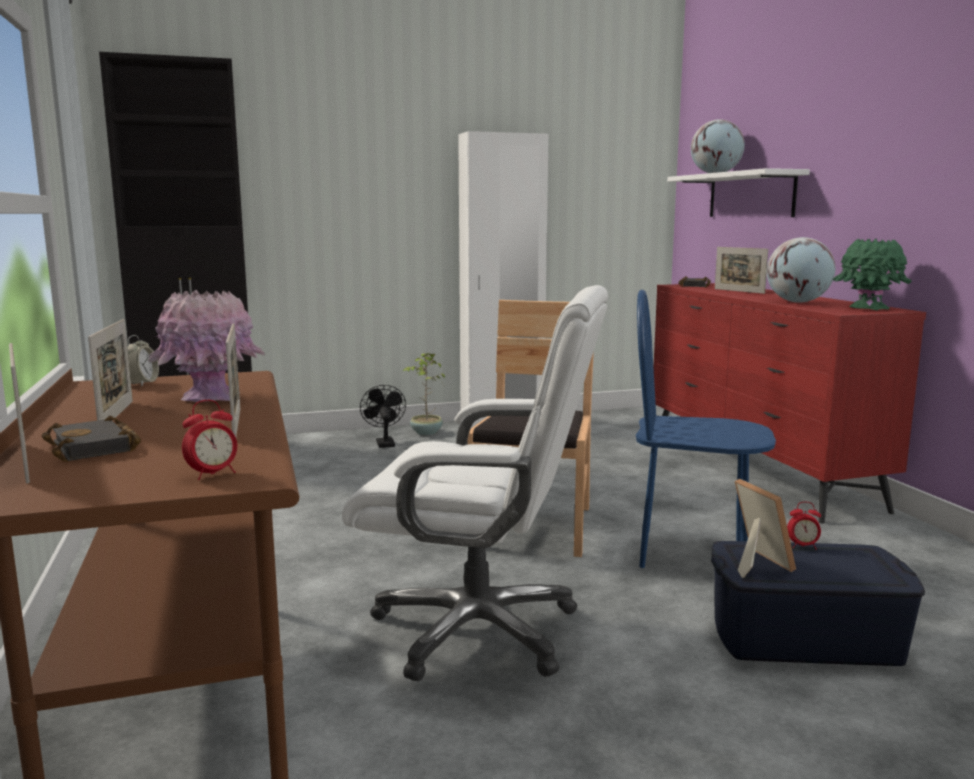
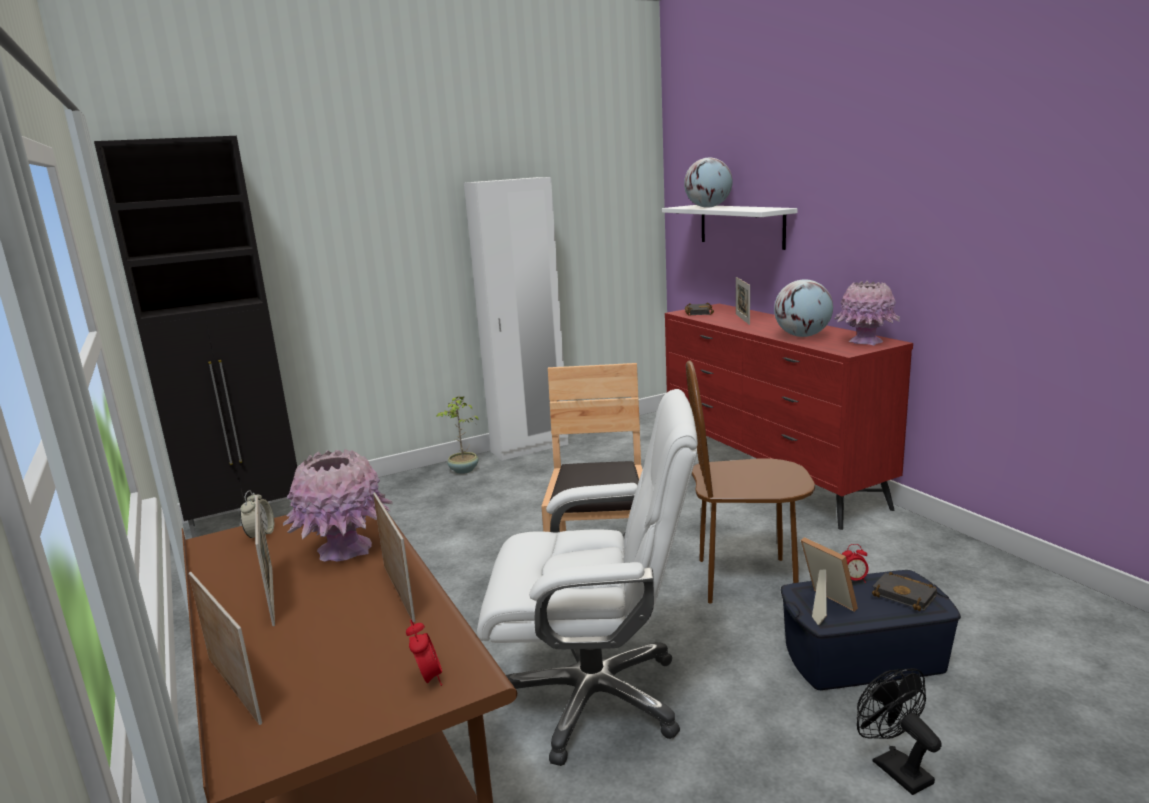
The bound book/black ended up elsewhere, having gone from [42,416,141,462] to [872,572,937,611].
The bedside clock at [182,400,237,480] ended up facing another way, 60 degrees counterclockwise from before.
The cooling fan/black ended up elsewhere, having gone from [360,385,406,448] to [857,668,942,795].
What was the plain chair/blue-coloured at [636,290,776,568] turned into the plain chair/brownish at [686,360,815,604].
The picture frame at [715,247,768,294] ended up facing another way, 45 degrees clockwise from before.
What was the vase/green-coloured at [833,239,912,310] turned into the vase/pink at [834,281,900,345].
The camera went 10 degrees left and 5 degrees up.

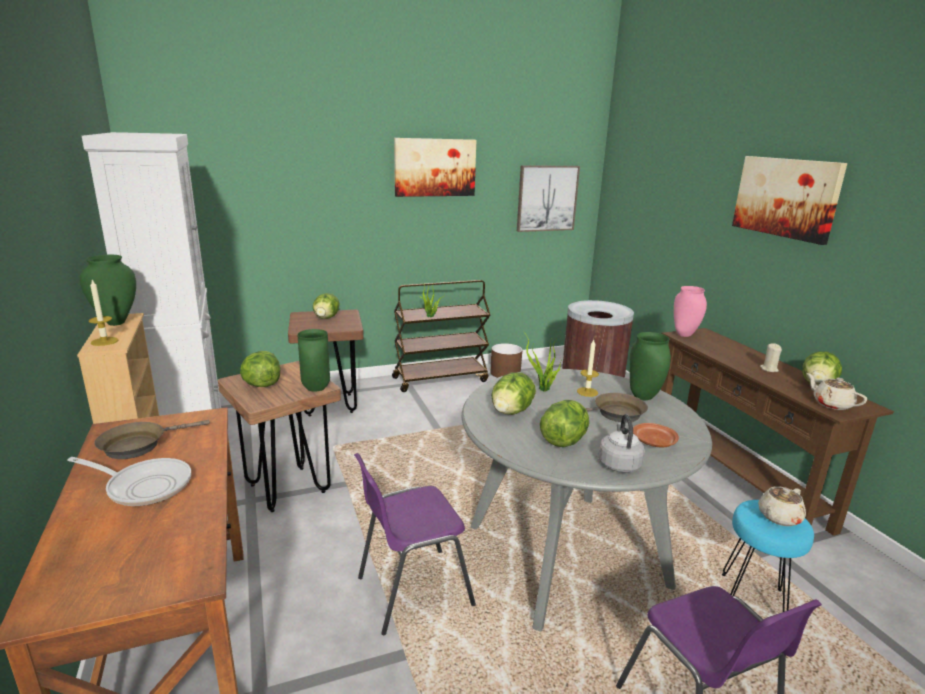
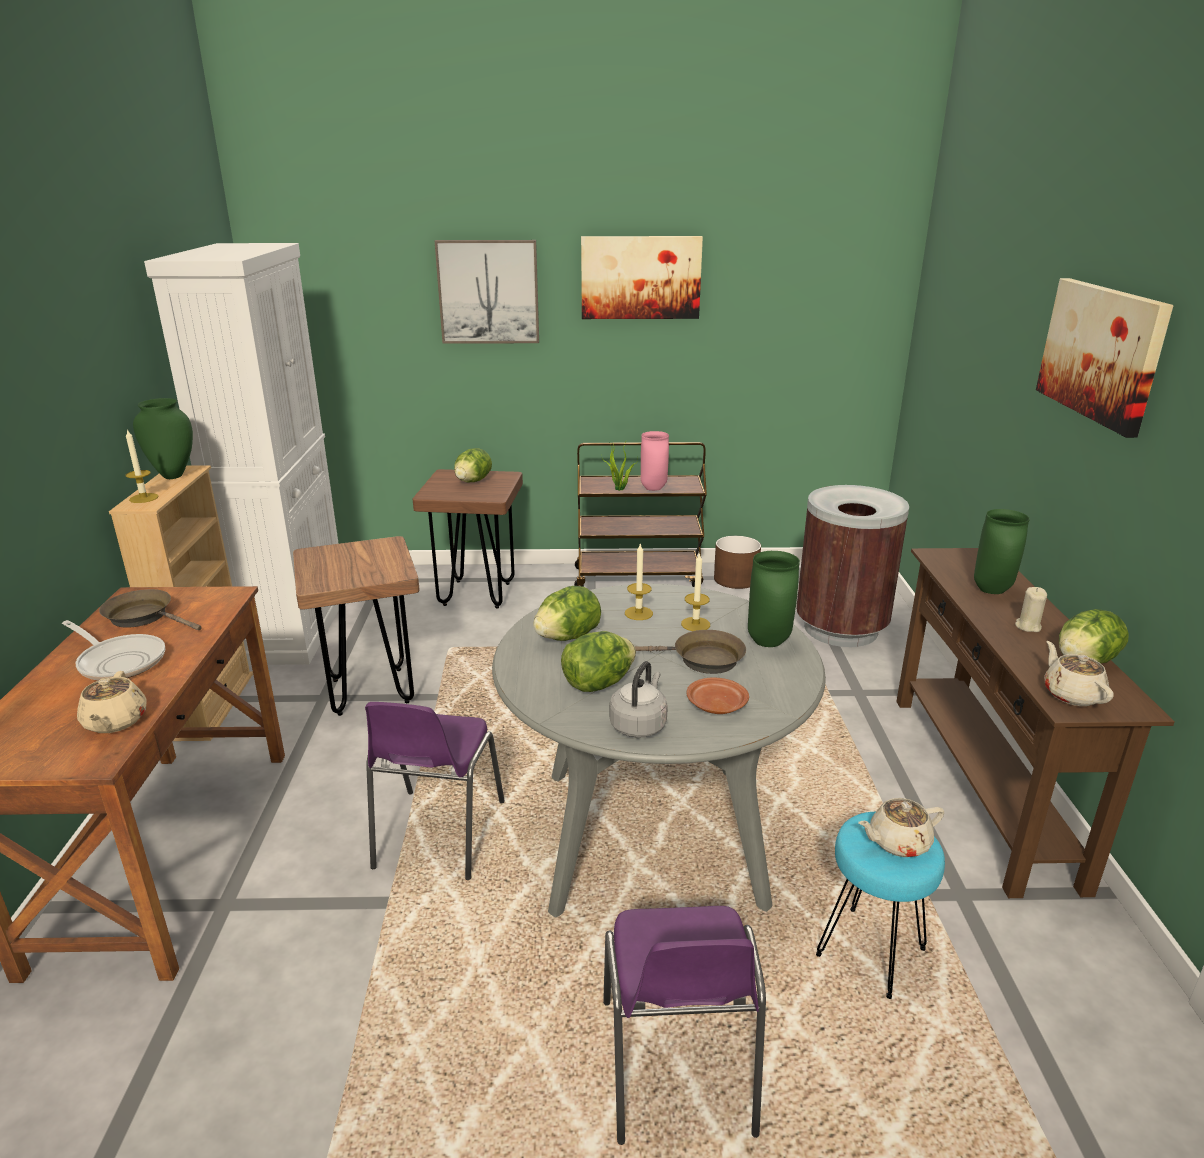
The skillet/brownish at [94,420,210,459] ended up facing another way, 45 degrees clockwise from before.
The second view lost the lettuce head at [240,351,280,387].
The vase/green-coloured ended up elsewhere, having gone from [297,329,330,392] to [974,509,1029,594].
The plain chair/purplish at [354,453,476,635] ended up facing another way, 75 degrees counterclockwise from before.
The wall art ended up elsewhere, having gone from [517,165,580,232] to [435,240,539,344].
Where the houseplant stood at [523,331,561,392], the wax candle came to stand at [625,543,653,620].
The vase/pink ended up elsewhere, having gone from [674,286,707,337] to [641,431,669,491].
The second view gained the pot for tea/beige at [77,671,147,733].
The camera went 20 degrees right and 5 degrees up.

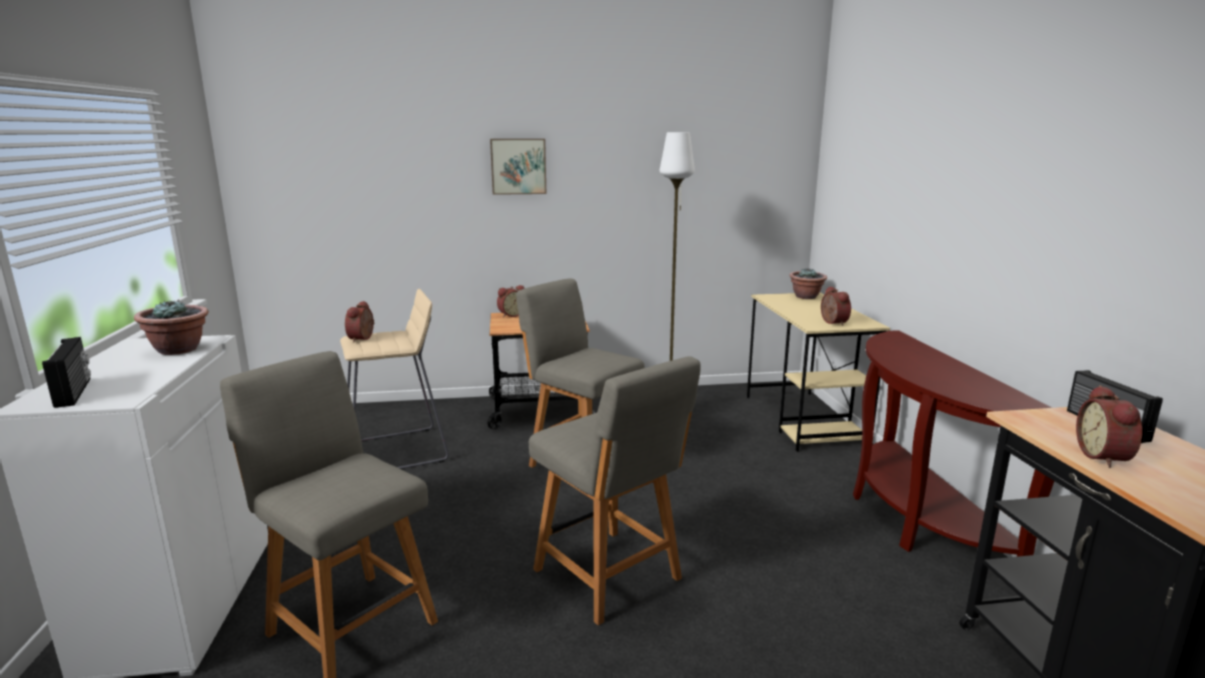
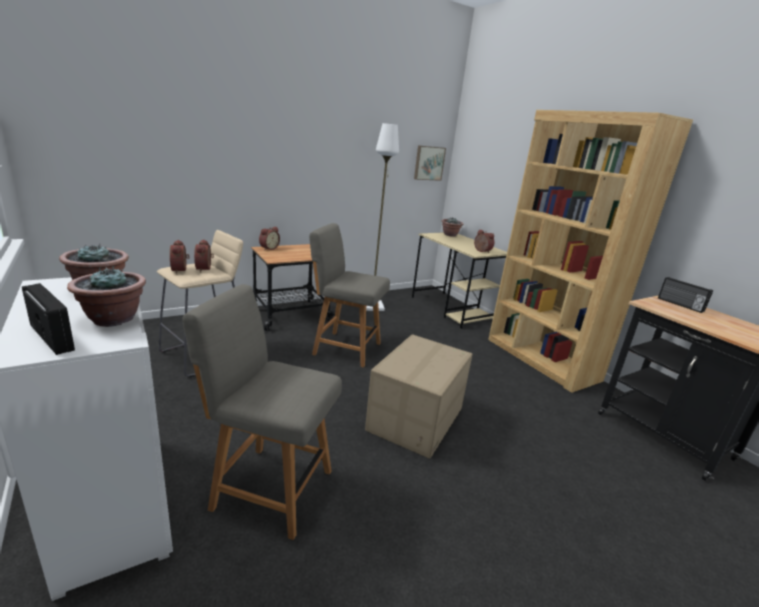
The wall art ended up elsewhere, having gone from [490,139,546,195] to [414,145,446,181].
Where the plain chair/grey stood at [529,356,701,625], the cardboard box came to stand at [365,334,473,459].
Where the narrow table/brownish stood at [853,330,1054,557], the bookshelf/brownish came to stand at [488,110,693,393].
The bedside clock ended up elsewhere, having gone from [1076,385,1142,468] to [194,239,214,272].
The second view gained the houseplant at [67,266,146,327].
The camera went 25 degrees left and 5 degrees up.

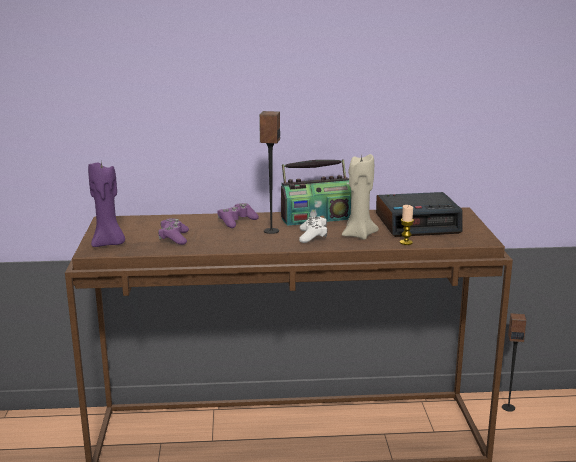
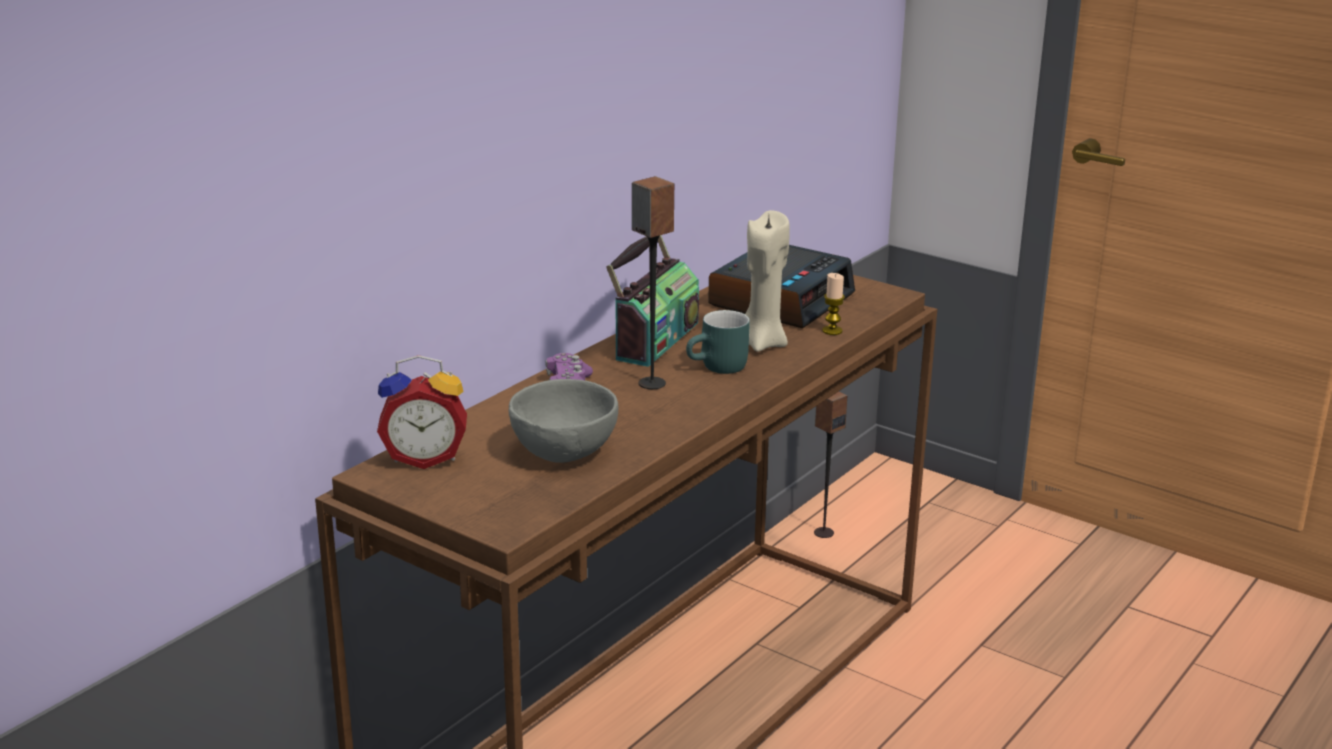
The second view lost the wax candle/purplish at [88,162,125,247].
Where the gamepad/purplish stood at [158,218,189,245], the bowl/grey came to stand at [509,379,618,463].
Where the gamepad/white stood at [299,216,328,243], the coffee mug/turquoise came to stand at [686,310,750,374].
The second view gained the bedside clock at [377,355,467,469].
The camera went 50 degrees left and 5 degrees up.

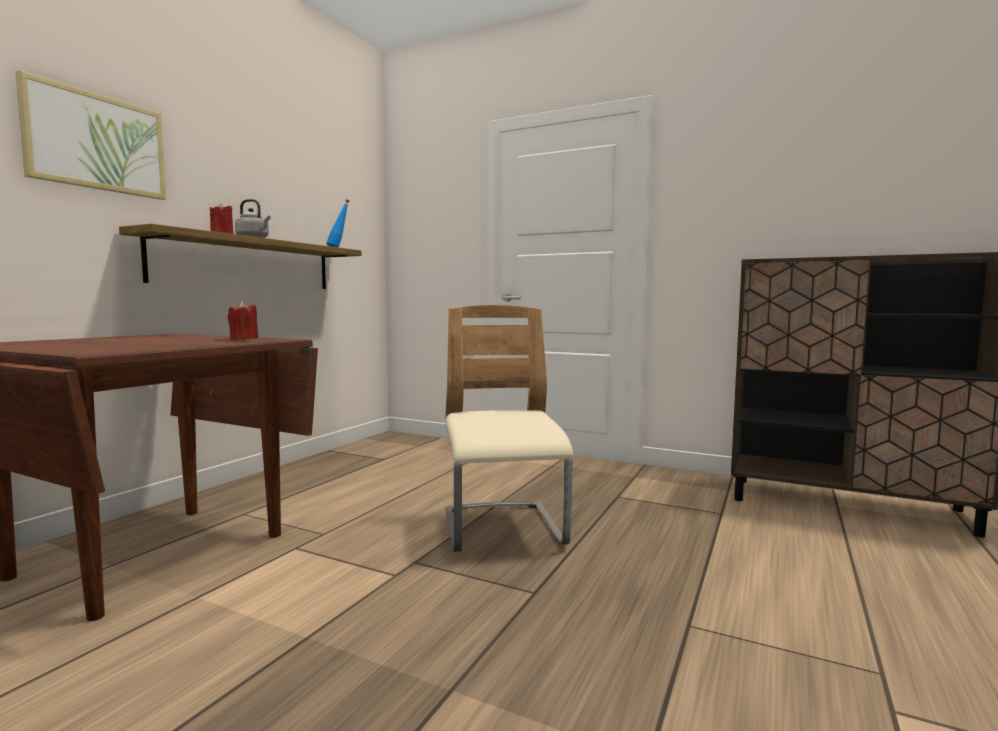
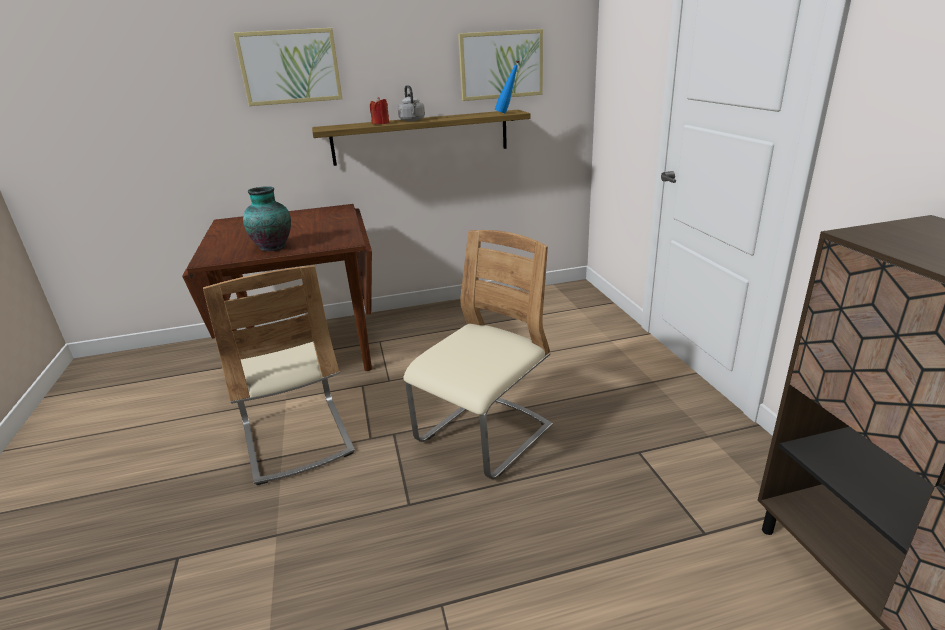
The second view lost the wax candle/red at [228,301,258,340].
The second view gained the plain chair/beige at [203,265,355,485].
The second view gained the vase at [243,186,291,251].
The second view gained the wall art at [458,29,543,101].
The camera went 50 degrees right and 20 degrees up.

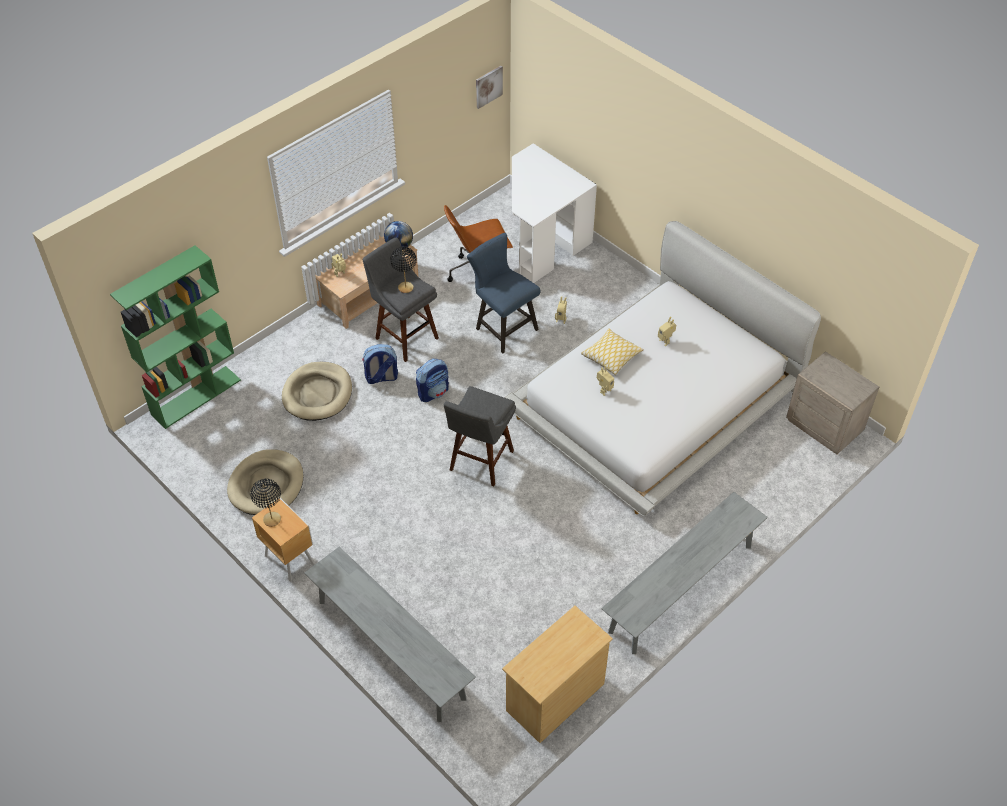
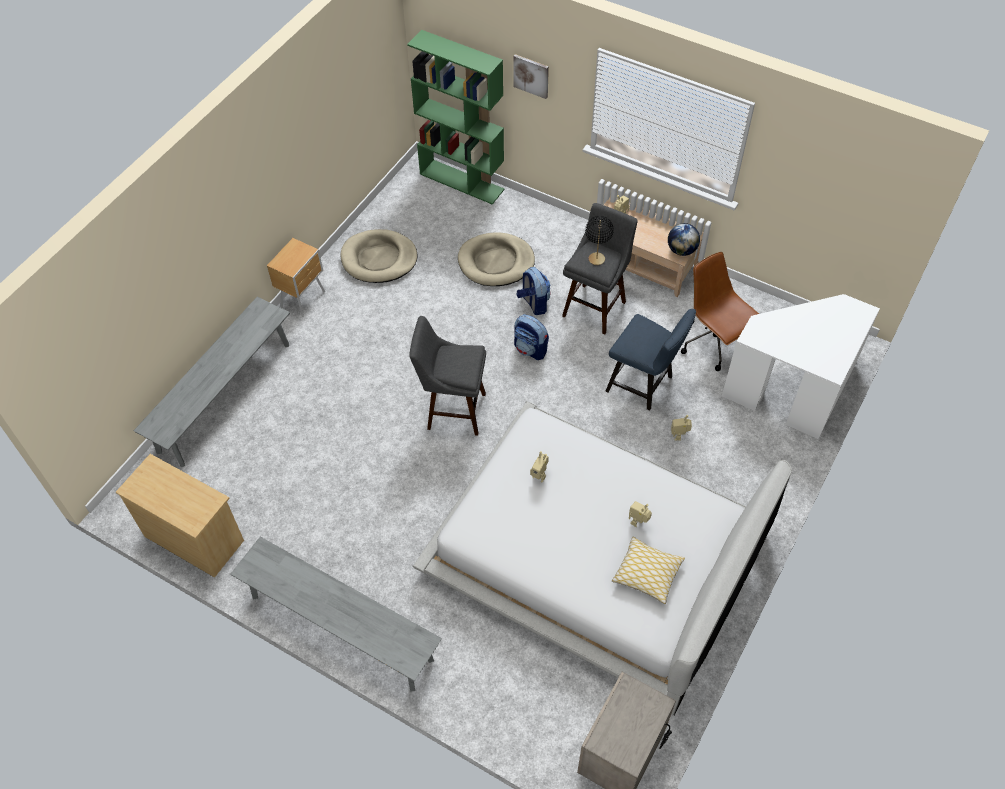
The second view lost the tabletop lamp/black at [250,479,281,527].
The plain chair/blue-coloured at [467,233,540,354] ended up facing another way, 90 degrees clockwise from before.
The wall art ended up elsewhere, having gone from [476,65,503,109] to [513,54,549,99].
The pillow ended up elsewhere, having gone from [581,328,644,375] to [612,537,685,604].
The camera went 75 degrees right and 5 degrees up.

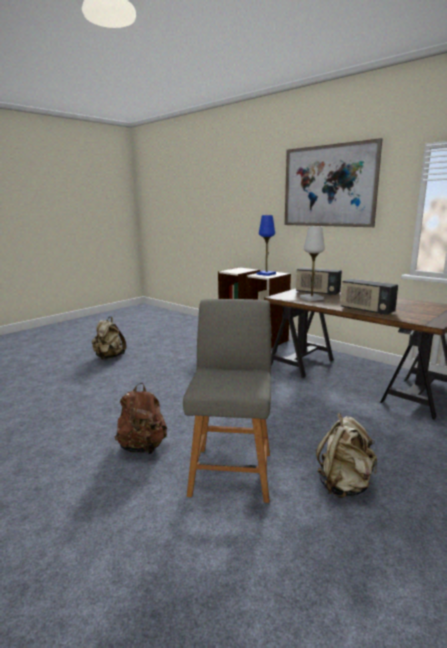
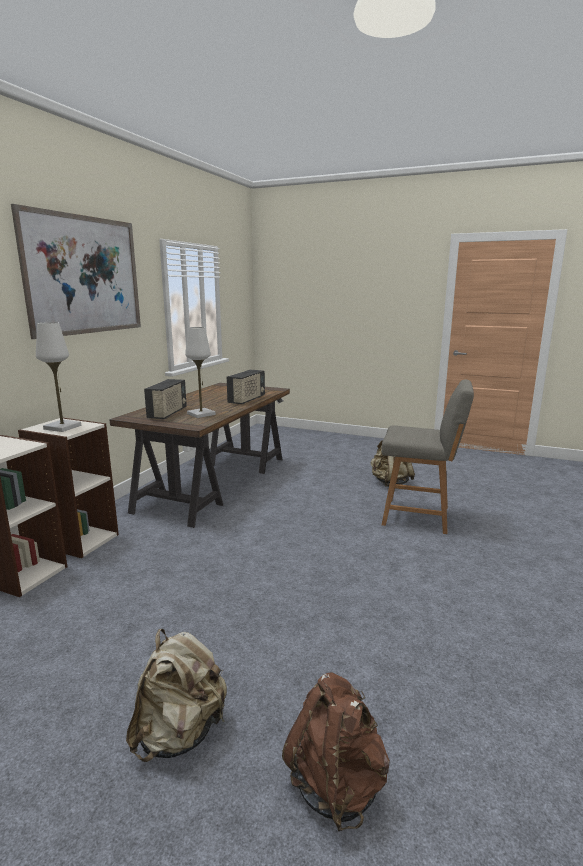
The rucksack/brownish ended up elsewhere, having gone from [114,383,167,455] to [282,673,390,831].
The plain chair/grey at [183,299,272,503] ended up facing another way, 150 degrees counterclockwise from before.
What was the tabletop lamp/blue-coloured at [257,215,276,276] turned into the tabletop lamp/white at [36,322,81,432].
The camera went 110 degrees left and 0 degrees up.

